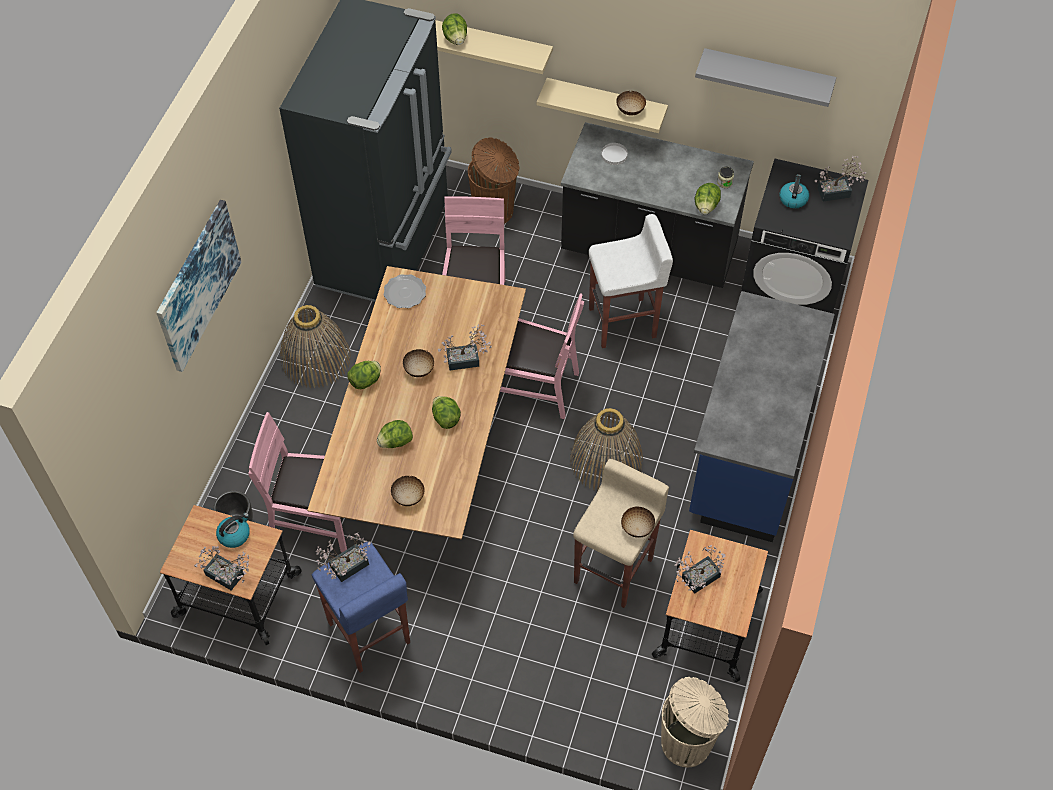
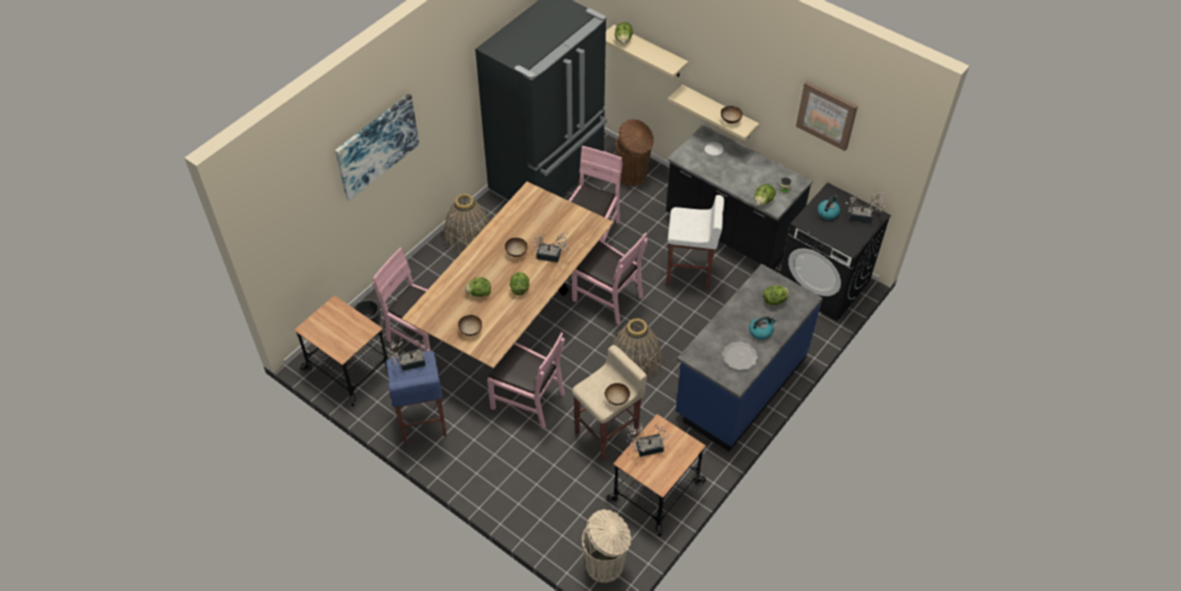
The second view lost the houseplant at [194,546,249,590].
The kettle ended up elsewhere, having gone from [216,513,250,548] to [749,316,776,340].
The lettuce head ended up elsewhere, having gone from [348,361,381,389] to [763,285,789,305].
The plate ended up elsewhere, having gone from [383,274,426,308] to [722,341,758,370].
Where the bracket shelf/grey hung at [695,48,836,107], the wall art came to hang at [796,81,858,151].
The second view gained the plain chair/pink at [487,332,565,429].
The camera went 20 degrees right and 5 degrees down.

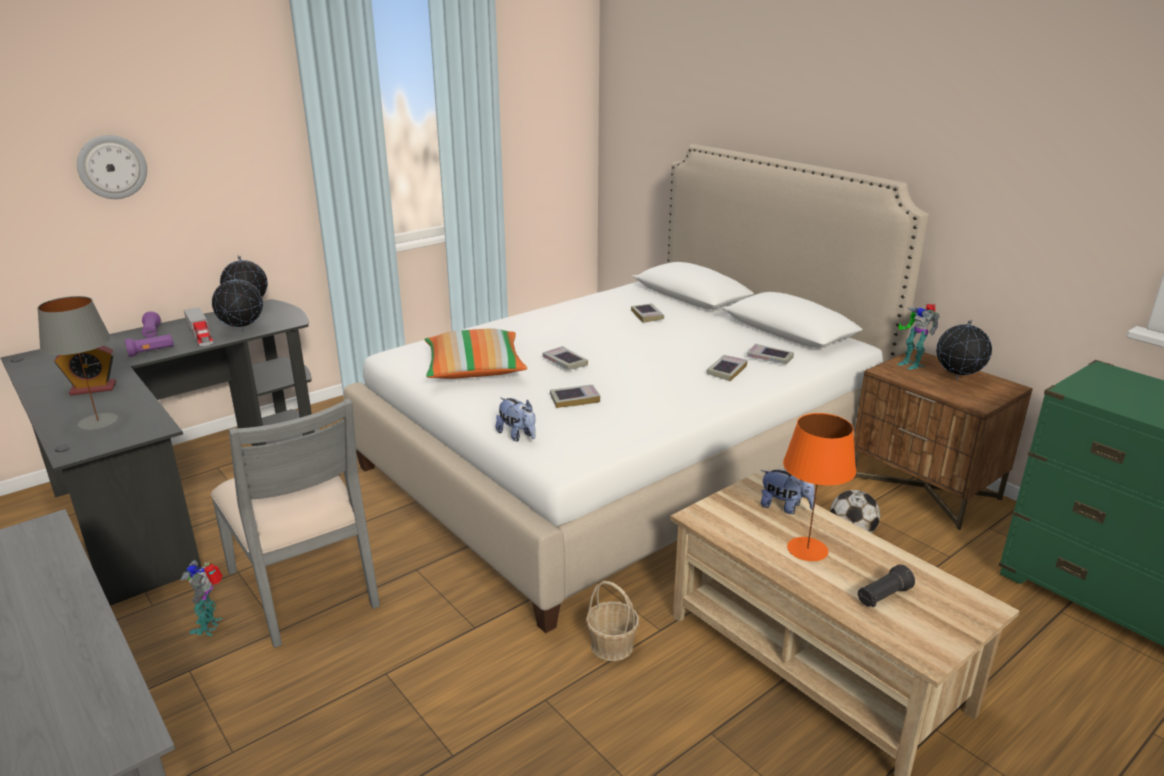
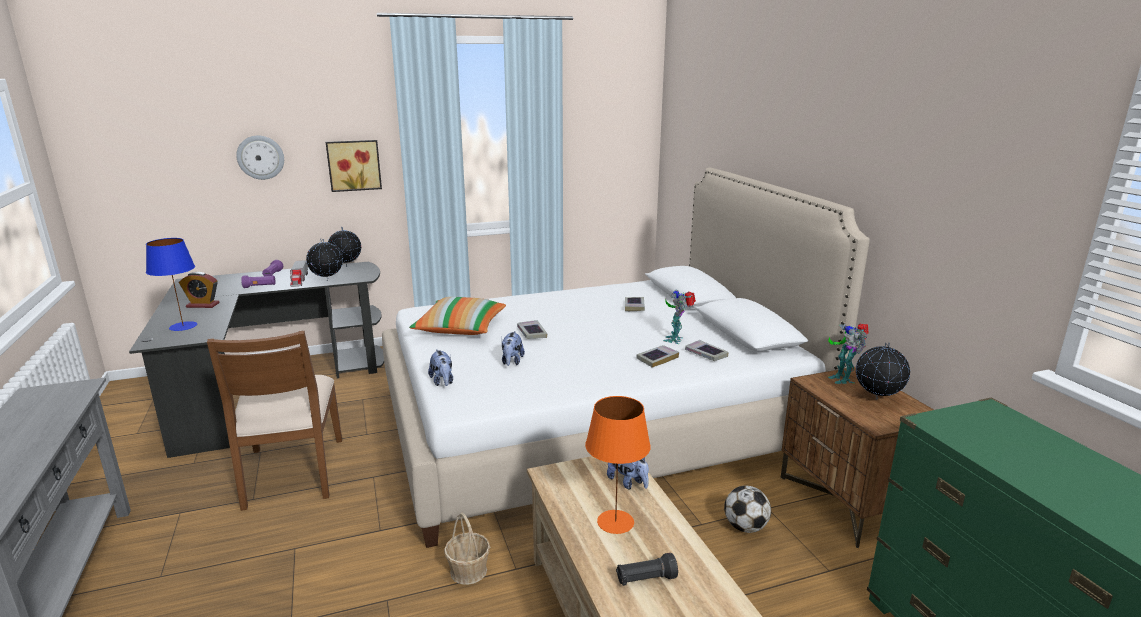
What was the tabletop lamp/grey at [37,296,118,430] turned into the tabletop lamp/blue-coloured at [146,238,197,331].
The toy robot ended up elsewhere, having gone from [181,560,223,636] to [663,290,696,344].
What was the plain chair/grey at [211,398,380,648] turned into the plain chair/brownish at [207,330,342,511].
Where the bound book stood at [550,384,600,408], the plush toy came to stand at [502,331,525,366].
The second view gained the wall art at [326,140,382,192].
The camera went 20 degrees right and 5 degrees down.

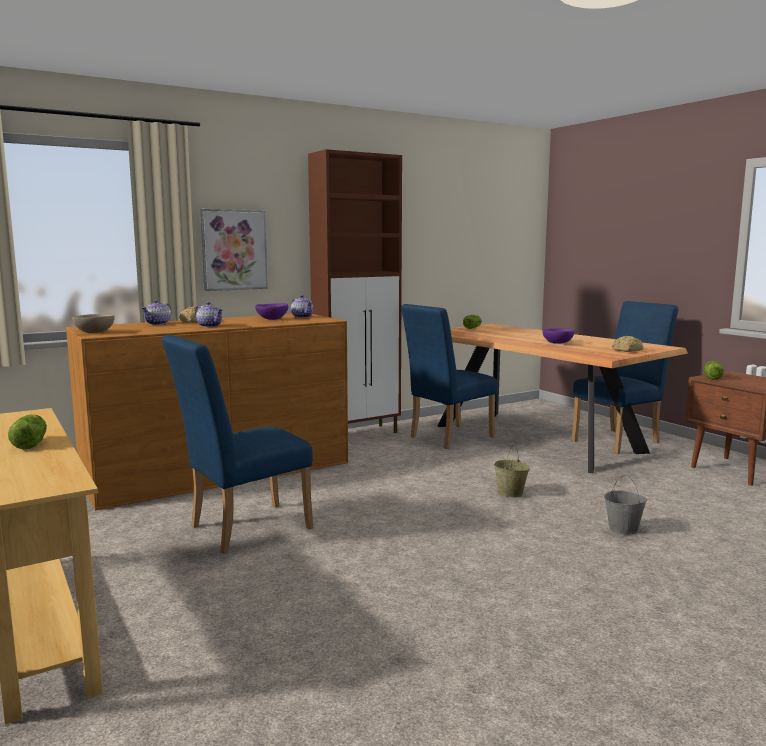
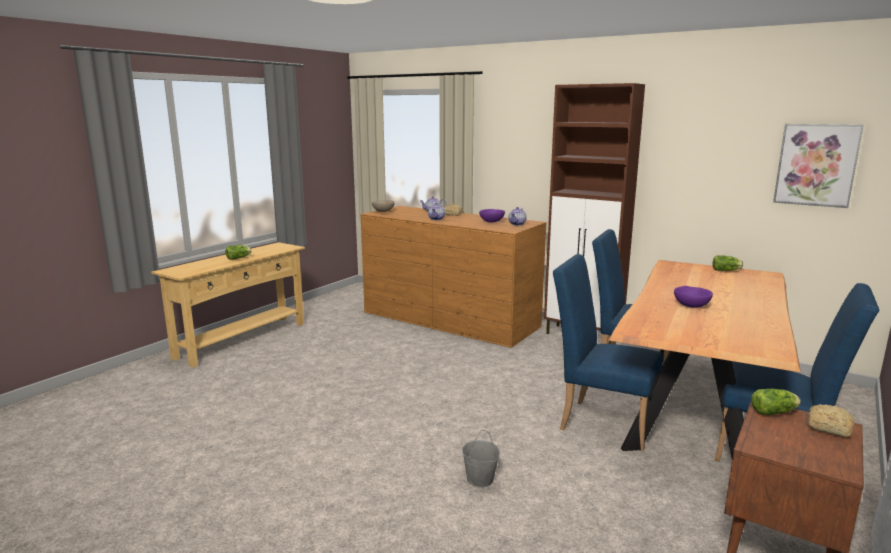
The plain chair/blue-coloured ended up elsewhere, having gone from [162,335,313,554] to [553,254,663,451].
The wall art ended up elsewhere, having gone from [200,209,268,291] to [773,124,863,208].
The second view lost the pail/beige at [494,445,530,498].
The bread ended up elsewhere, having gone from [612,336,643,352] to [808,404,854,438].
The camera went 65 degrees right and 5 degrees up.

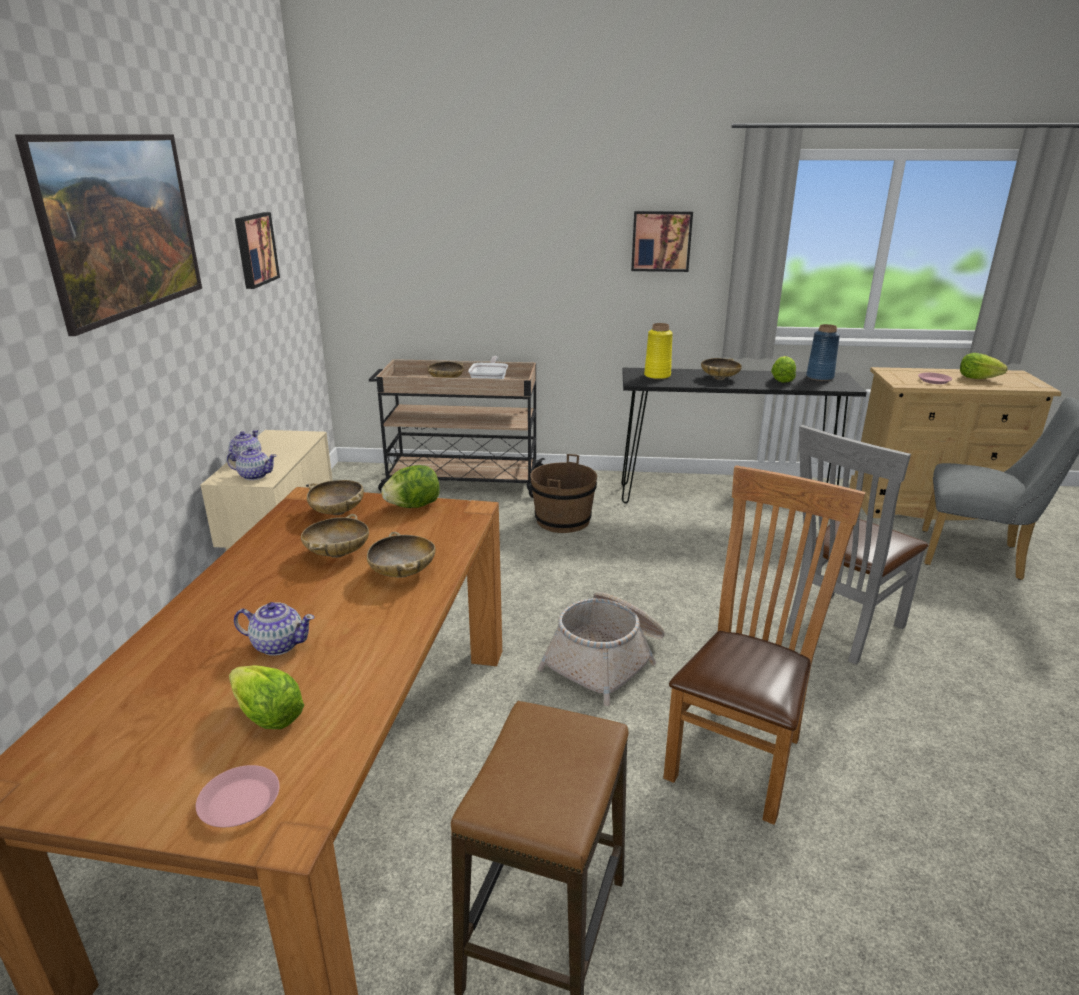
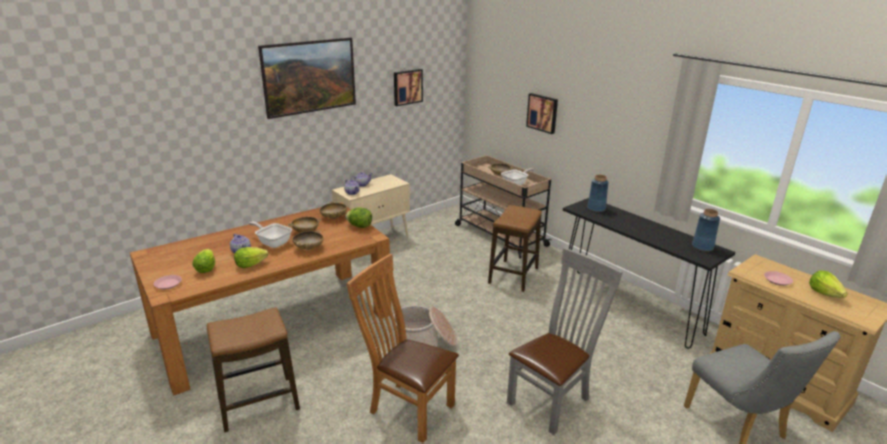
Where the pail/brownish stood at [530,454,597,533], the sitting stool came to stand at [488,205,542,292].
The wall art ended up elsewhere, having gone from [631,211,693,272] to [526,93,558,134].
What was the vase/yellow at [644,323,673,379] turned into the vase/blue-coloured at [587,175,609,212].
The plain chair/brownish at [663,466,866,825] ended up facing another way, 135 degrees counterclockwise from before.
The second view lost the bowl/beige at [701,358,742,380].
The lettuce head ended up elsewhere, having gone from [771,356,796,383] to [234,247,268,268].
The plain chair/grey at [786,425,929,665] ended up facing another way, 135 degrees clockwise from before.
The second view gained the skillet at [249,222,292,248].
The camera went 45 degrees right and 0 degrees up.

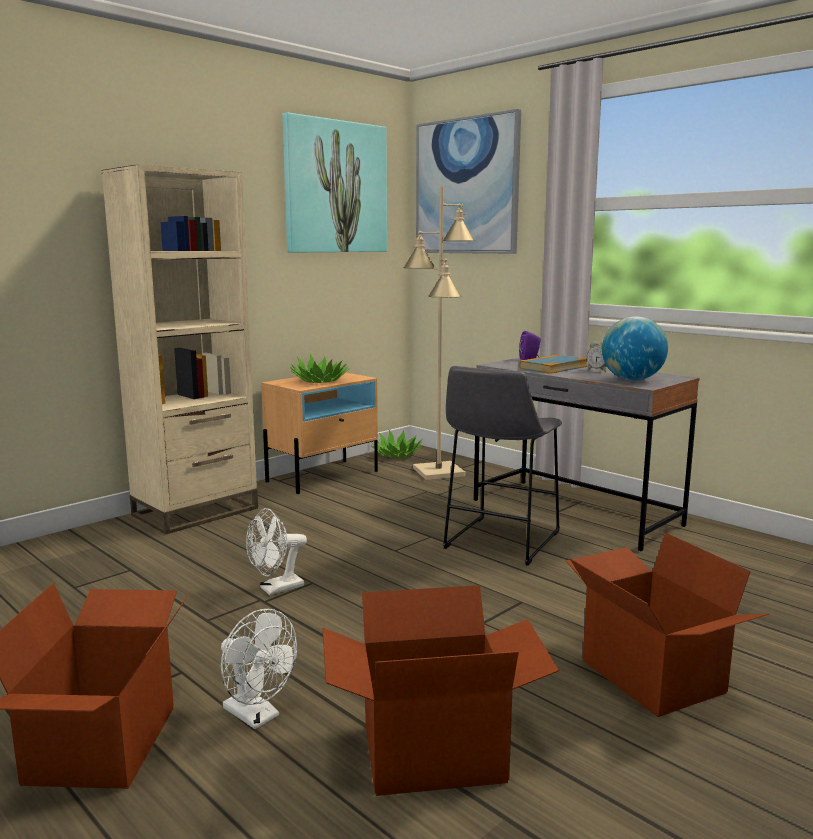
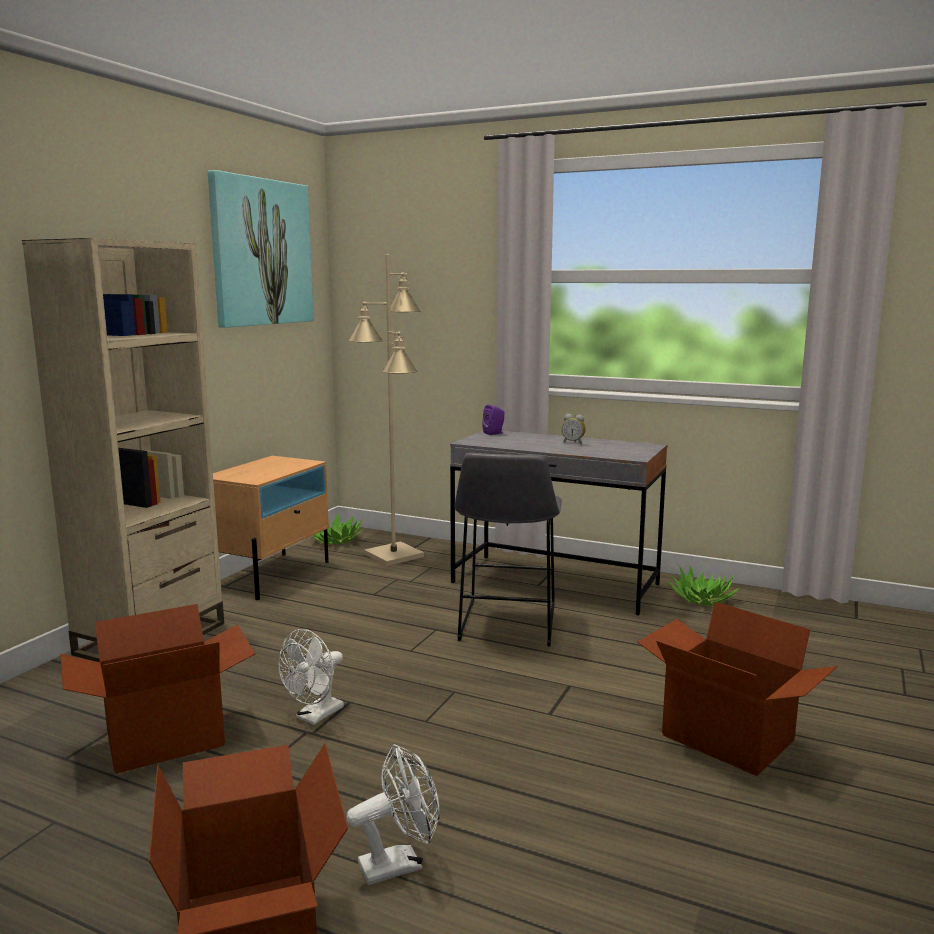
The cooling fan/white at [221,609,297,729] ended up facing another way, 45 degrees counterclockwise from before.
The houseplant ended up elsewhere, having gone from [290,354,350,383] to [668,566,740,606].
The cardboard box ended up elsewhere, having gone from [323,585,559,796] to [60,604,255,774].
The second view lost the wall art at [416,109,521,254].
The second view lost the bound book at [519,355,588,374].
The second view lost the globe at [602,316,668,381].
The camera went 20 degrees left and 0 degrees up.

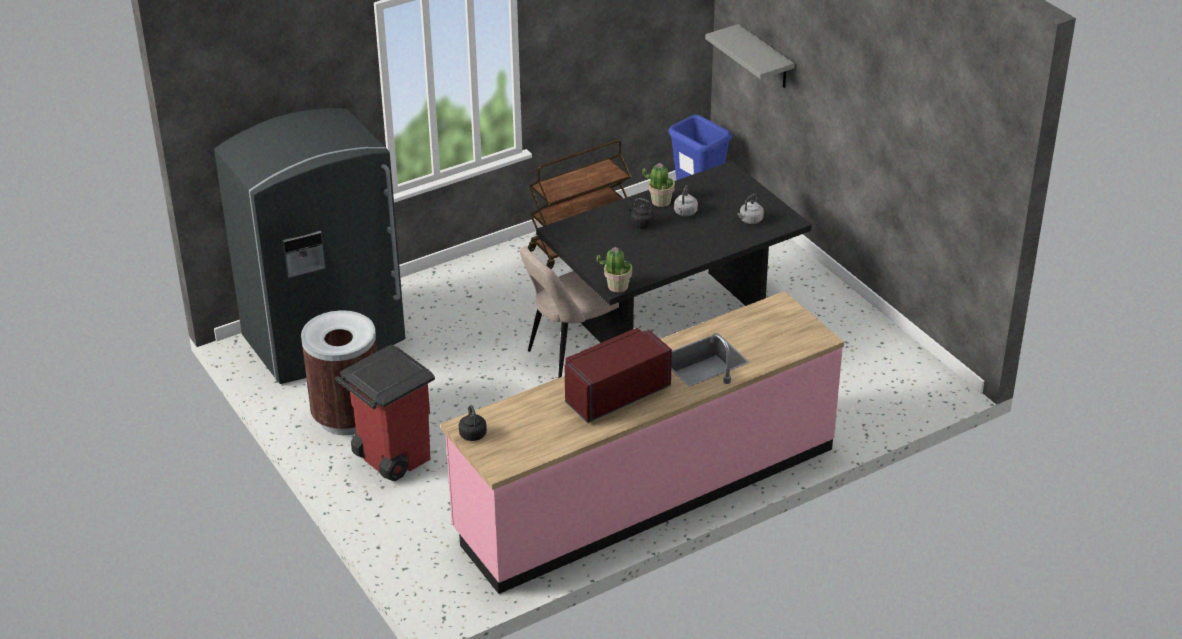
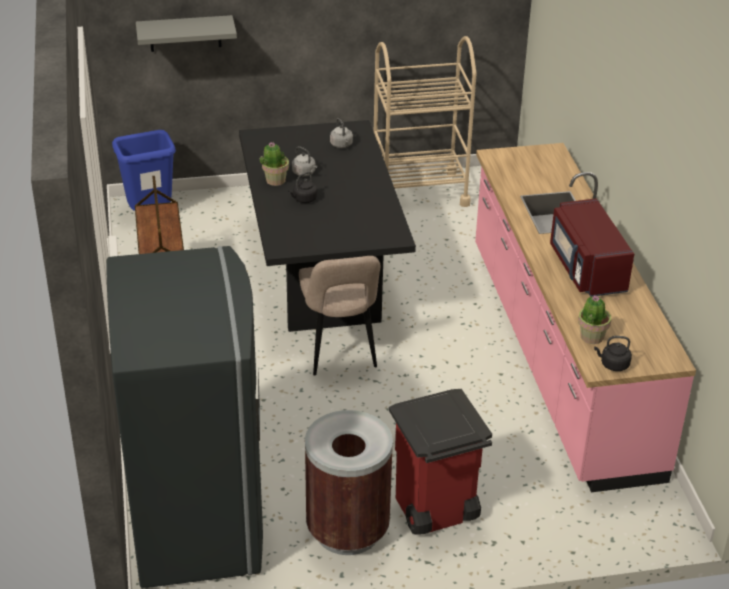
The houseplant ended up elsewhere, having gone from [596,246,632,293] to [578,295,611,344].
The second view gained the wheeled cart/beige at [374,36,477,207].
The camera went 70 degrees left and 0 degrees up.

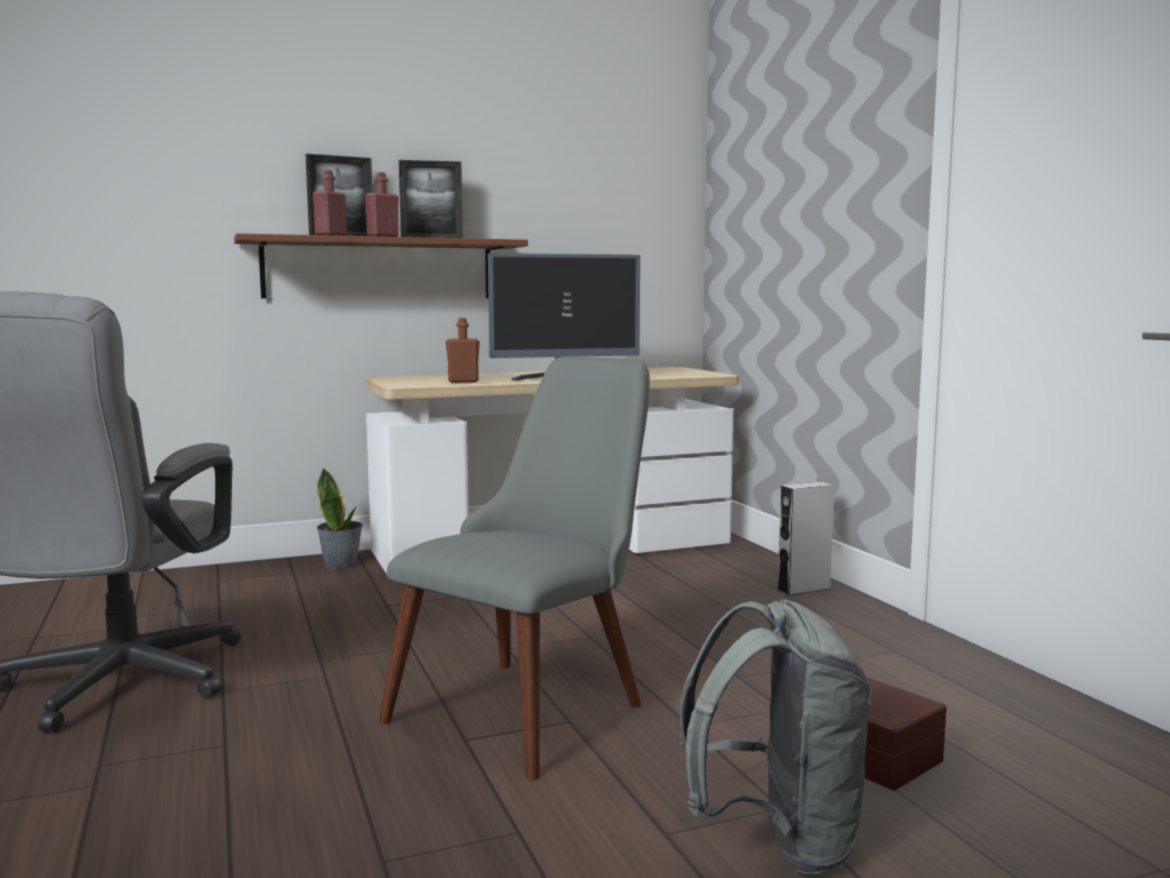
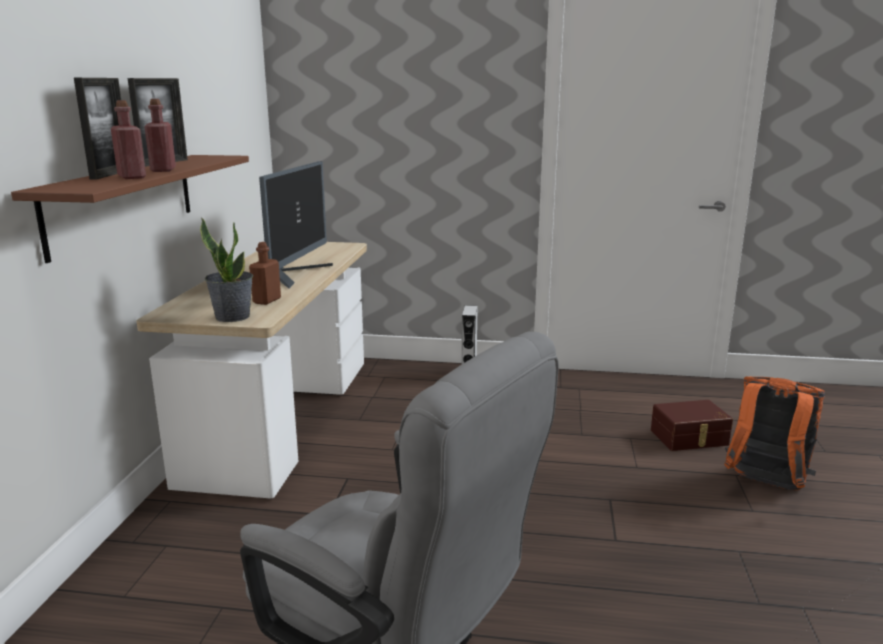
The houseplant ended up elsewhere, having gone from [317,467,363,569] to [200,218,253,322].
The second view lost the plain chair/grey at [379,356,650,780].
What was the rucksack/grey at [679,599,871,874] turned into the rucksack/orange-coloured at [724,376,825,490].
The camera went 60 degrees left and 10 degrees up.

